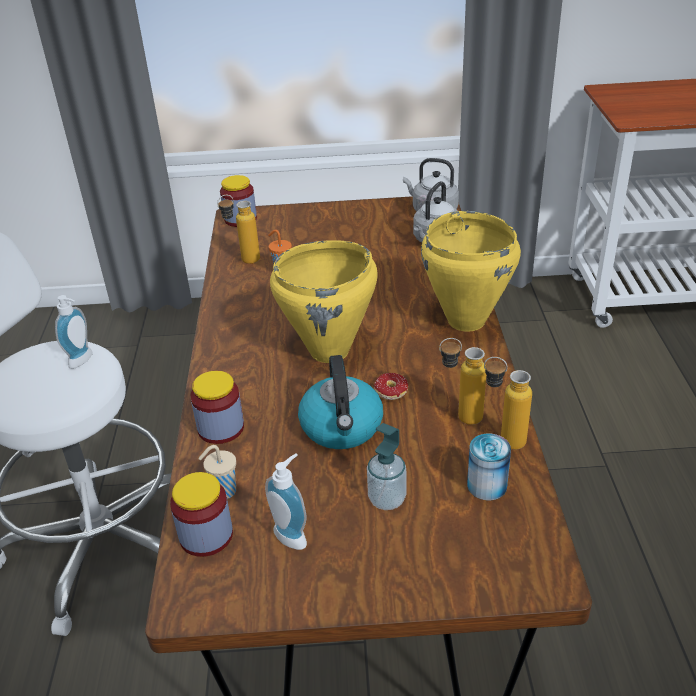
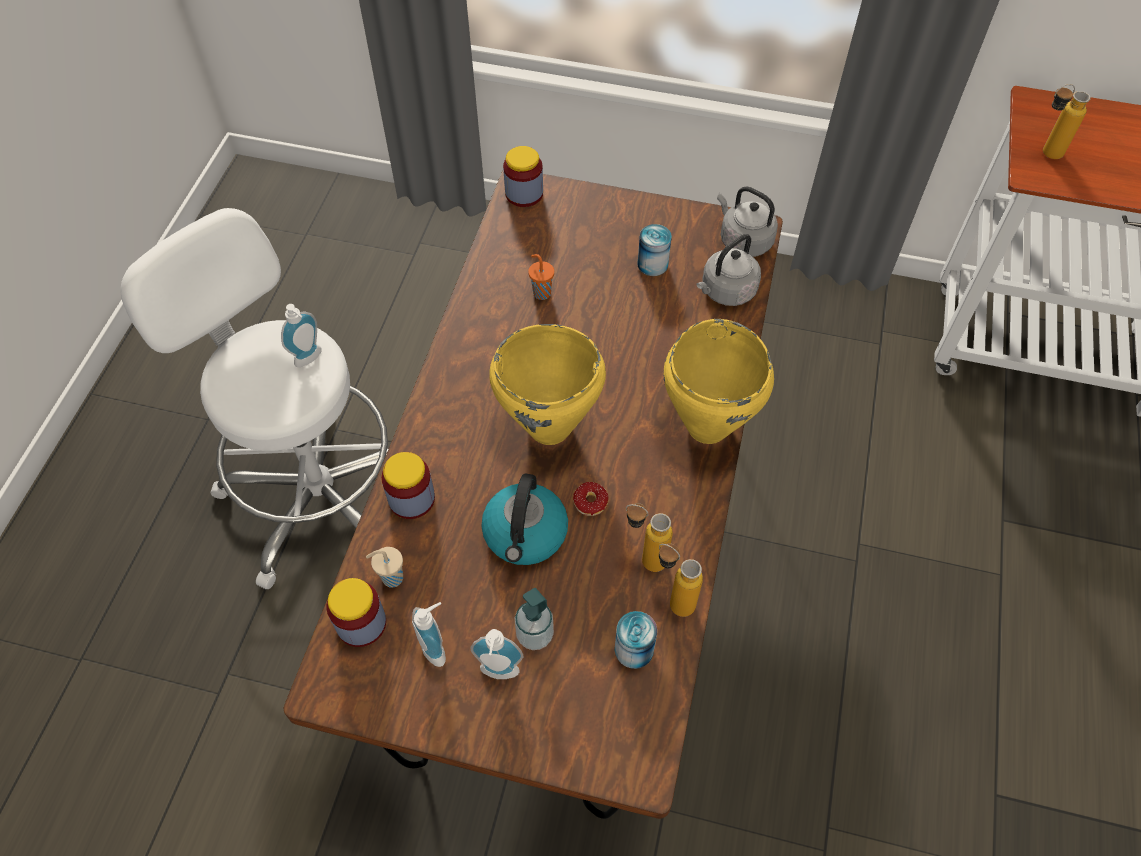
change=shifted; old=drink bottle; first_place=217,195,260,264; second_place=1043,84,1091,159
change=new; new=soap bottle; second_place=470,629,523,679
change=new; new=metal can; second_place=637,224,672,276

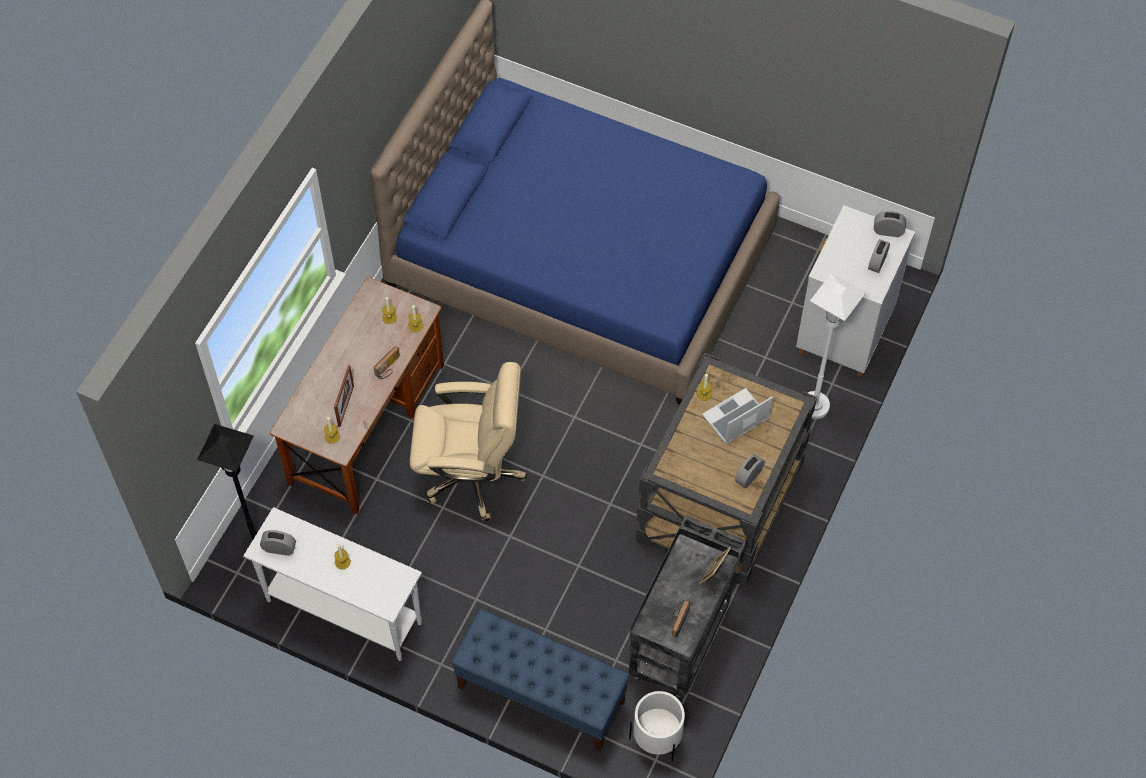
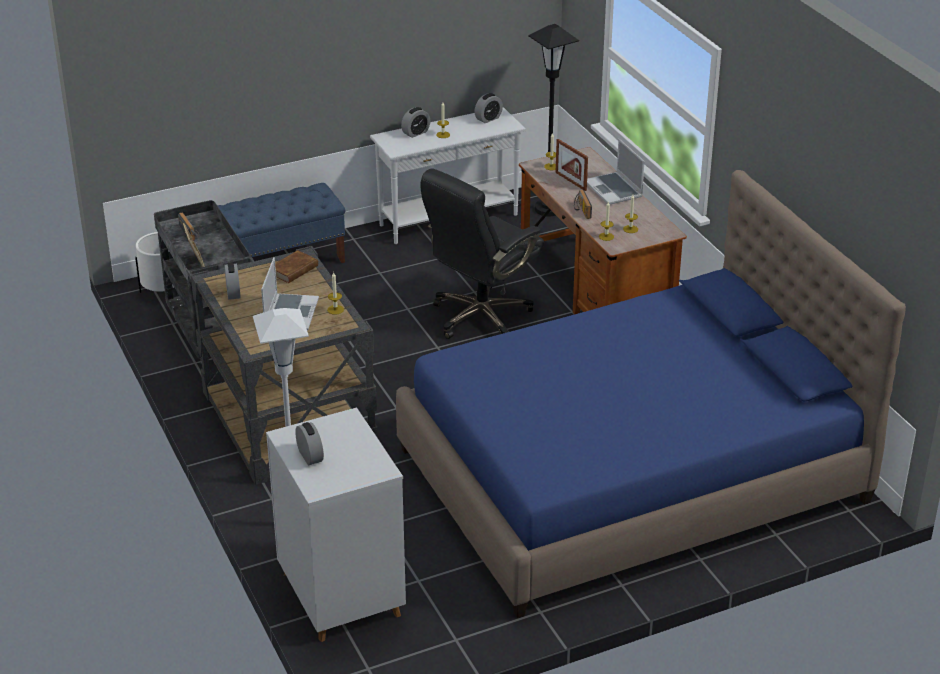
change=repainted; old=sand-coloured desk chair; new=blackish desk chair; first_place=410,362,526,521; second_place=420,168,544,339
change=shifted; old=bedside clock; first_place=874,211,906,237; second_place=401,107,430,138
change=new; new=brownish book; second_place=268,250,318,283
change=new; new=laptop; second_place=587,139,644,204

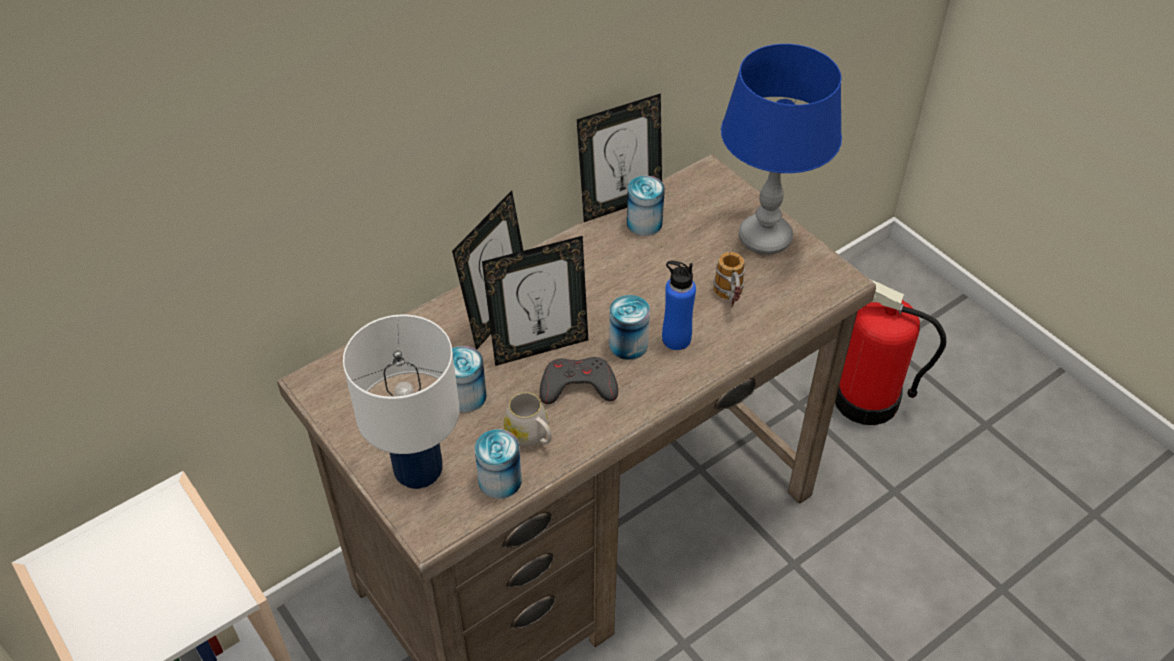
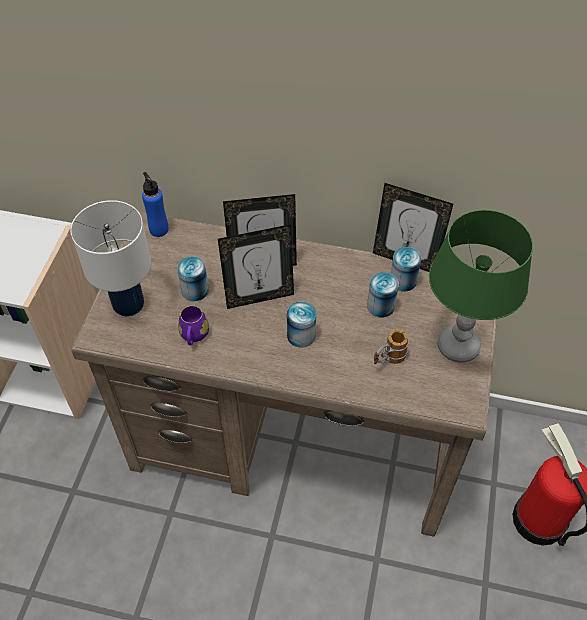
change=shifted; old=metal can; first_place=475,429,522,499; second_place=367,272,399,318
change=rotated; old=picture frame; first_place=482,236,588,366; second_place=218,224,294,309; degrees=-45
change=repainted; old=white-coloured coffee mug; new=purple-coloured coffee mug; first_place=504,392,552,447; second_place=178,306,209,345
change=gone; old=grey game controller; first_place=540,357,618,404
change=shifted; old=bluish drink bottle; first_place=662,261,696,350; second_place=142,172,169,237
change=repainted; old=bluish tabletop lamp; new=green-coloured tabletop lamp; first_place=721,44,842,255; second_place=429,210,533,363

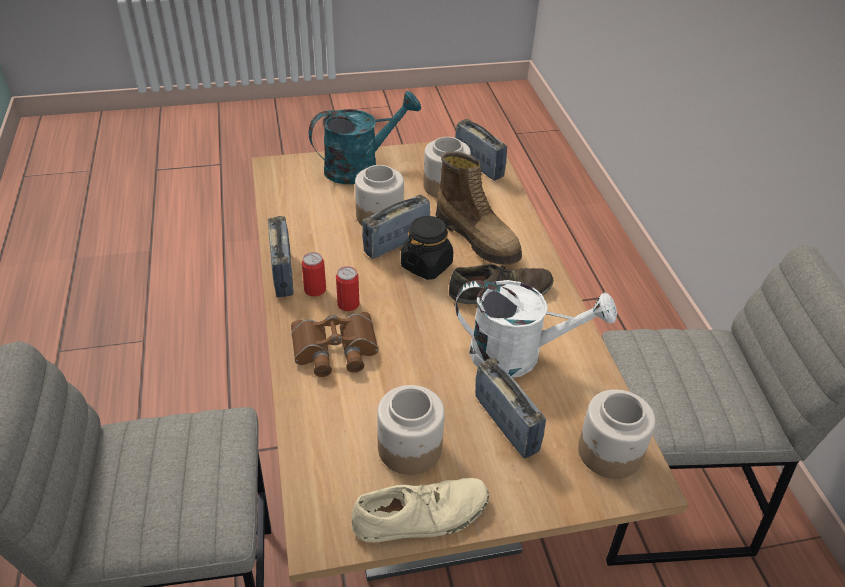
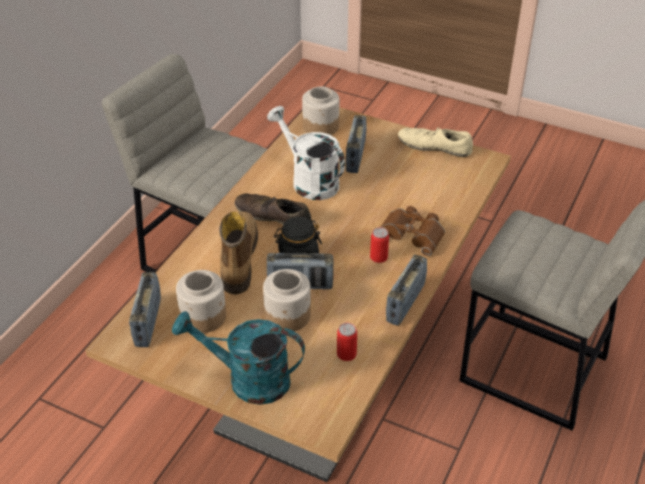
change=shifted; old=metal can; first_place=302,252,326,297; second_place=337,323,357,361
change=gone; old=preserve jar; first_place=377,385,445,475

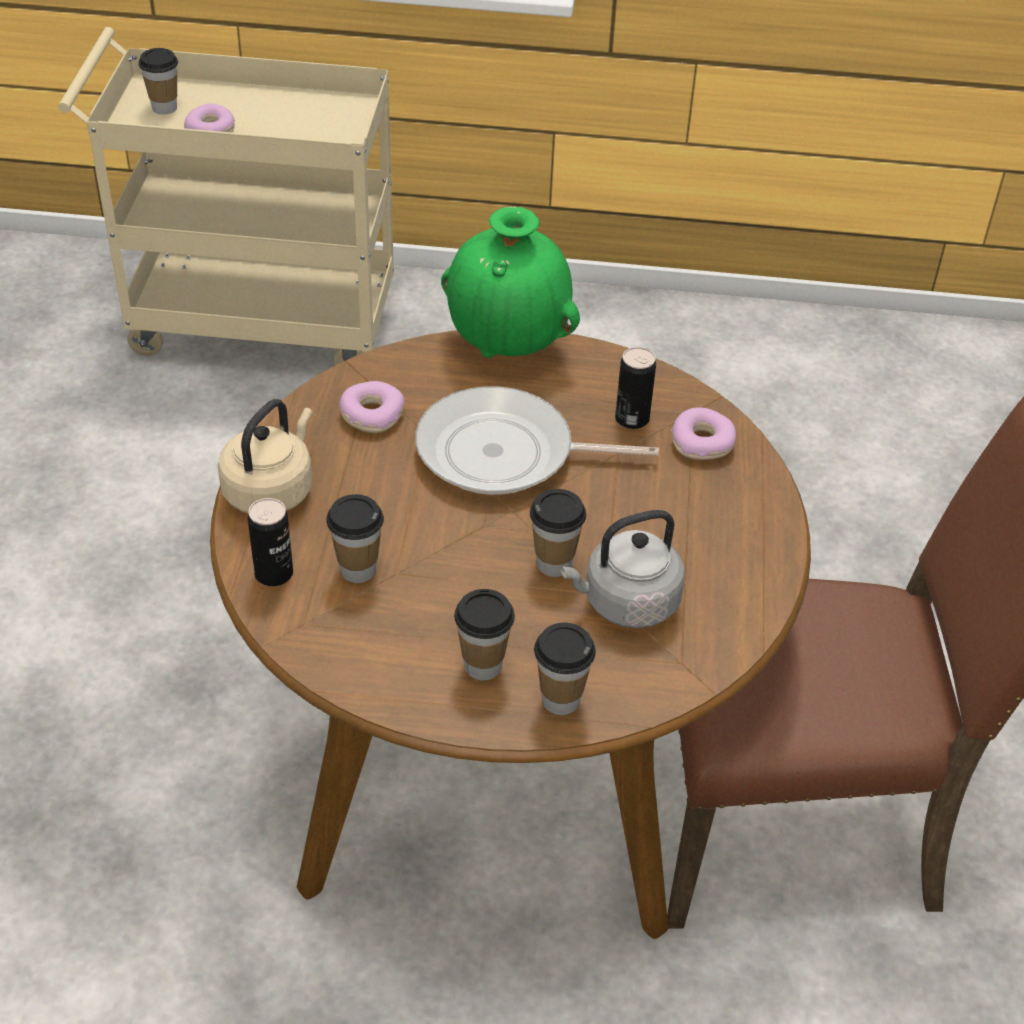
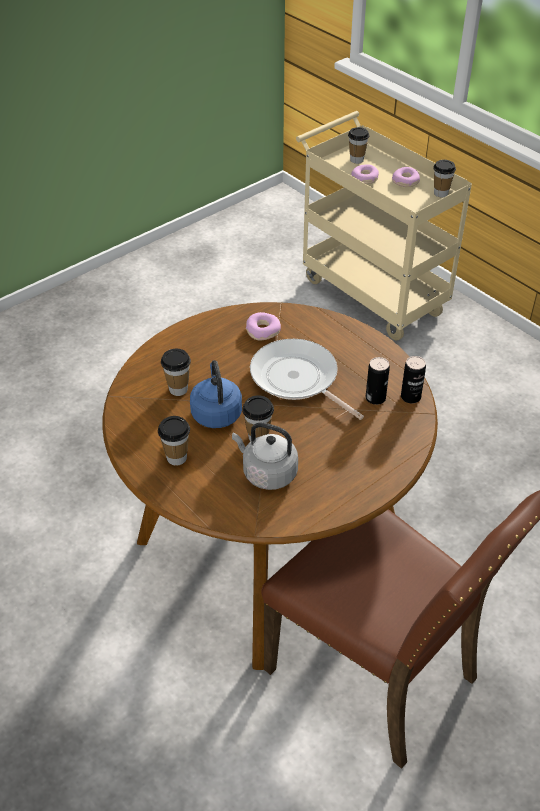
change=gone; old=sand-coloured water kettle; first_place=218,399,313,514
change=shifted; old=metal can; first_place=248,498,293,586; second_place=401,356,426,403
change=gone; old=green-coloured decorative vase; first_place=441,206,580,358
change=shifted; old=cup; first_place=534,623,596,715; second_place=433,160,456,198
change=shifted; old=ring doughnut; first_place=671,407,736,460; second_place=392,167,420,187
change=new; new=bluish water kettle; second_place=190,360,242,428

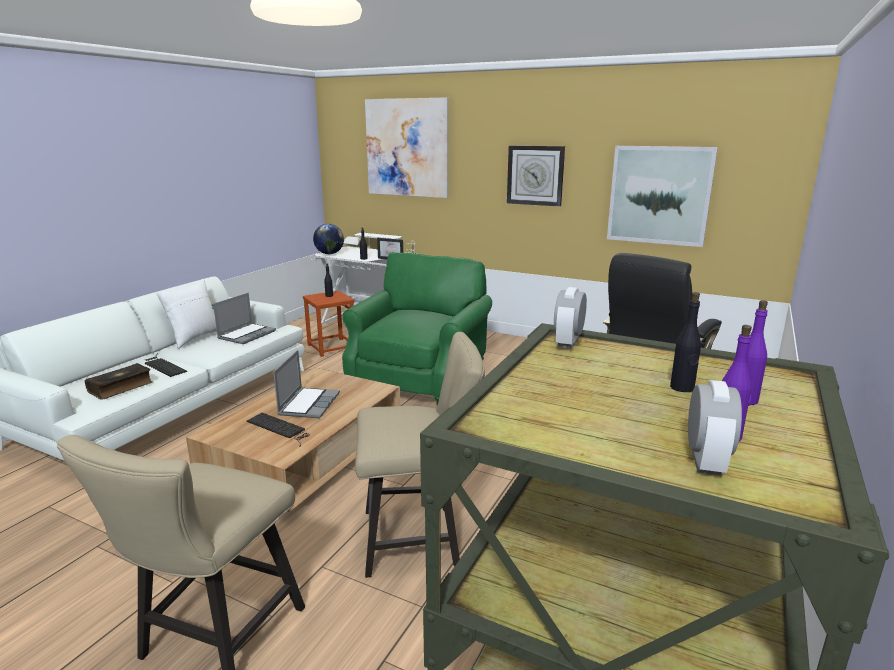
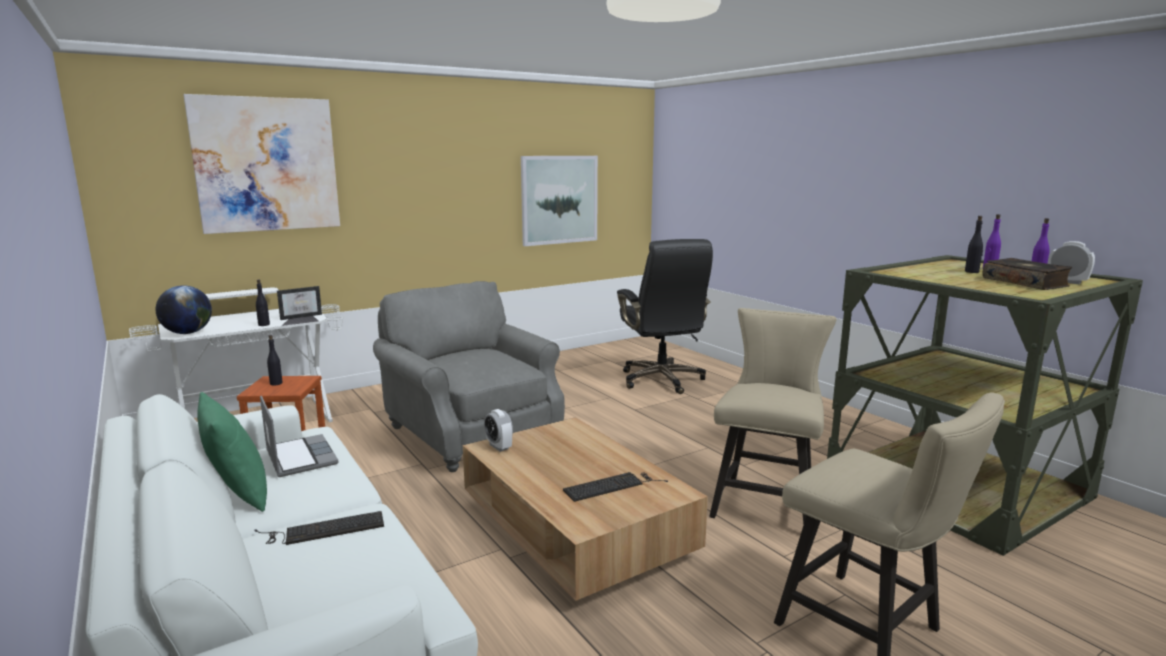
change=shifted; old=book; first_place=85,363,153,400; second_place=983,258,1072,290
change=repainted; old=white-coloured cushion; new=green-coloured cushion; first_place=156,279,217,349; second_place=197,392,267,512
change=gone; old=laptop; first_place=273,350,340,418
change=repainted; old=green-coloured armchair; new=grey armchair; first_place=342,253,492,406; second_place=373,281,565,472
change=gone; old=wall clock; first_place=507,145,565,207
change=shifted; old=bedside clock; first_place=554,287,587,348; second_place=484,409,513,452

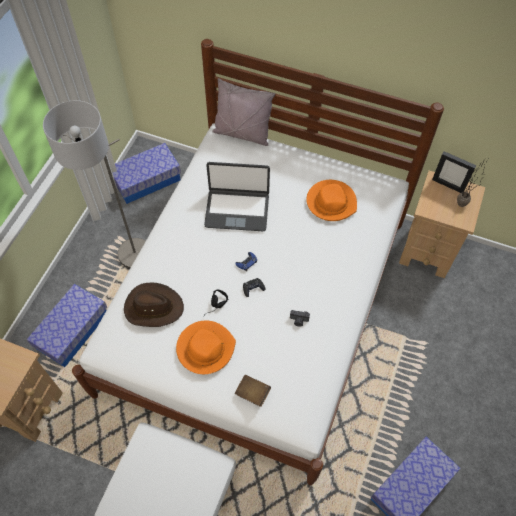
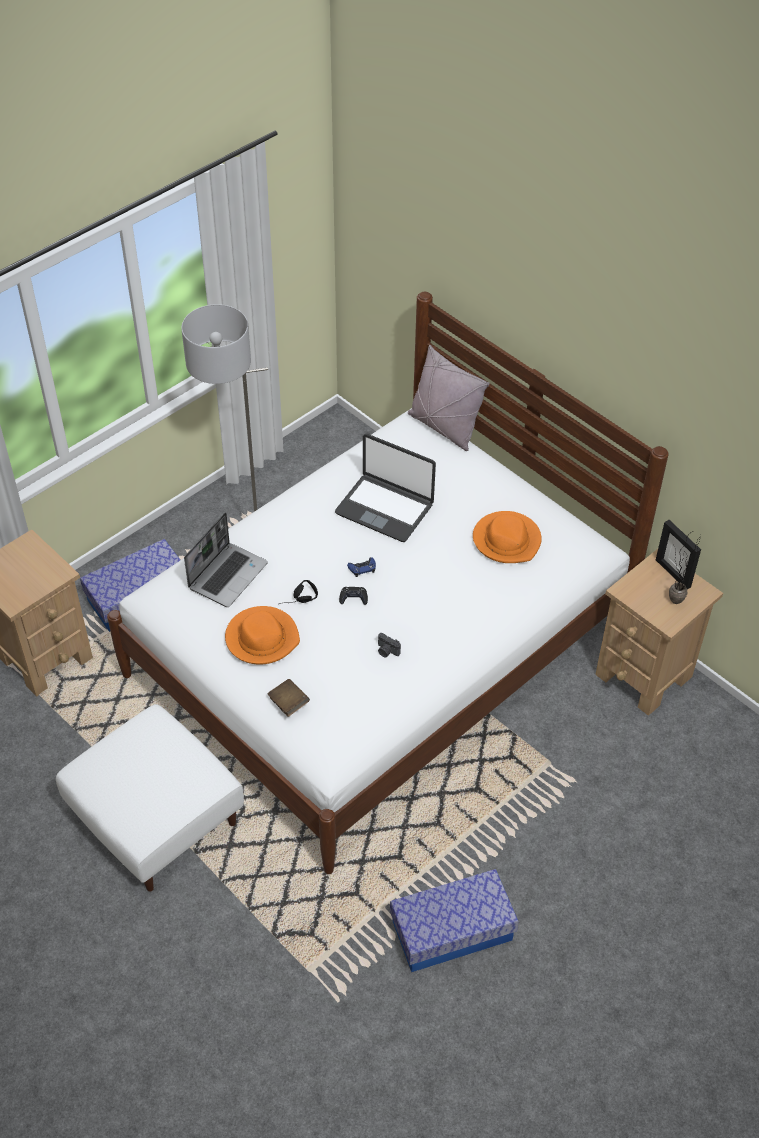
change=gone; old=storage bin; first_place=113,143,181,204
change=swapped; old=brownish wearable hat; new=laptop; first_place=124,283,184,327; second_place=184,512,268,607

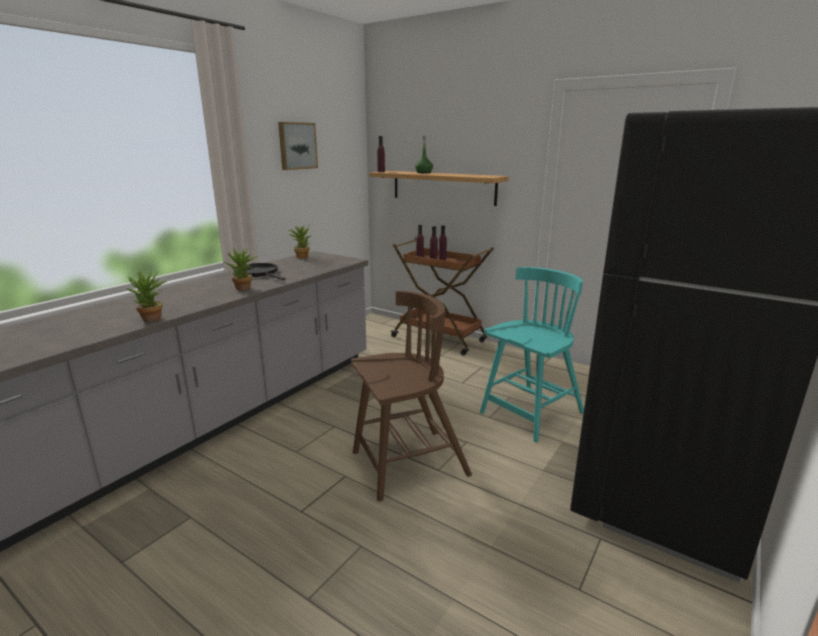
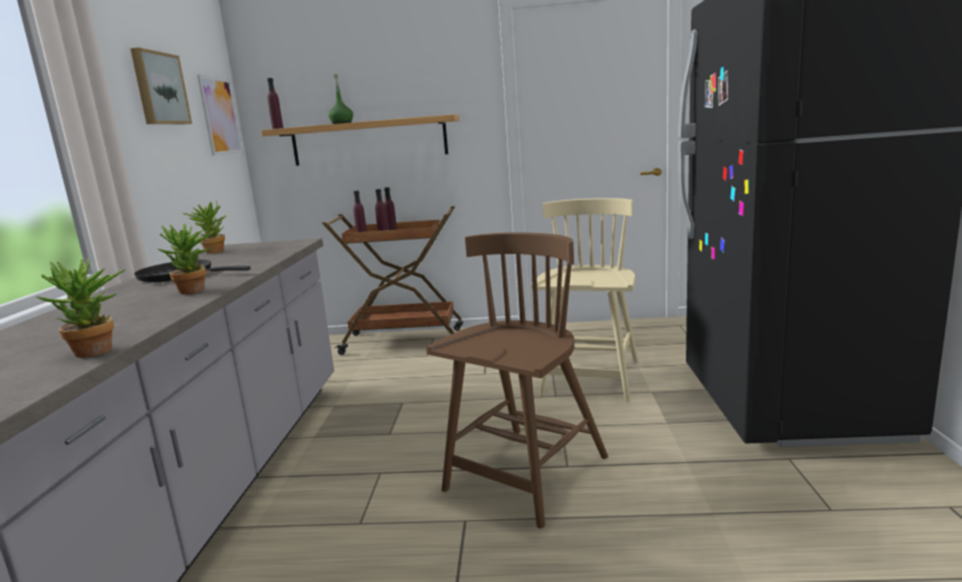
change=repainted; old=turquoise-coloured upright chair; new=sand-coloured upright chair; first_place=480,267,584,442; second_place=531,198,638,402
change=new; new=wall art; second_place=197,75,243,156

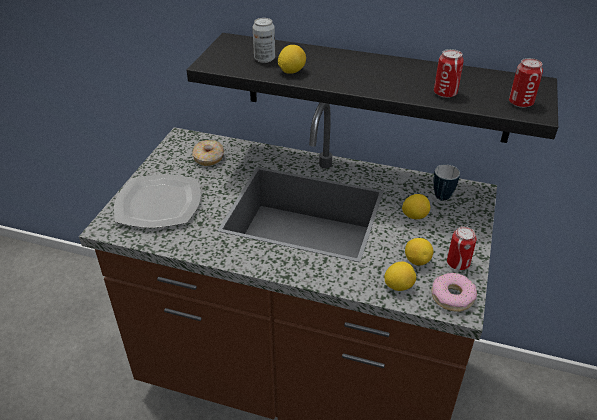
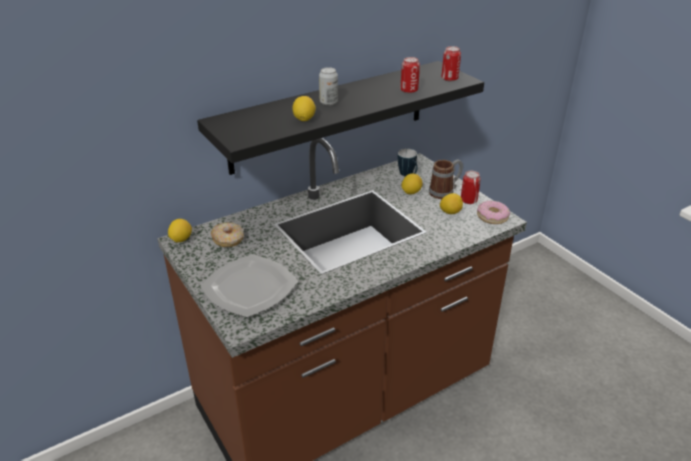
change=shifted; old=metal can; first_place=253,18,275,63; second_place=319,67,338,105
change=shifted; old=lemon; first_place=384,262,416,291; second_place=168,219,192,242
change=new; new=coffee mug; second_place=429,159,463,199

